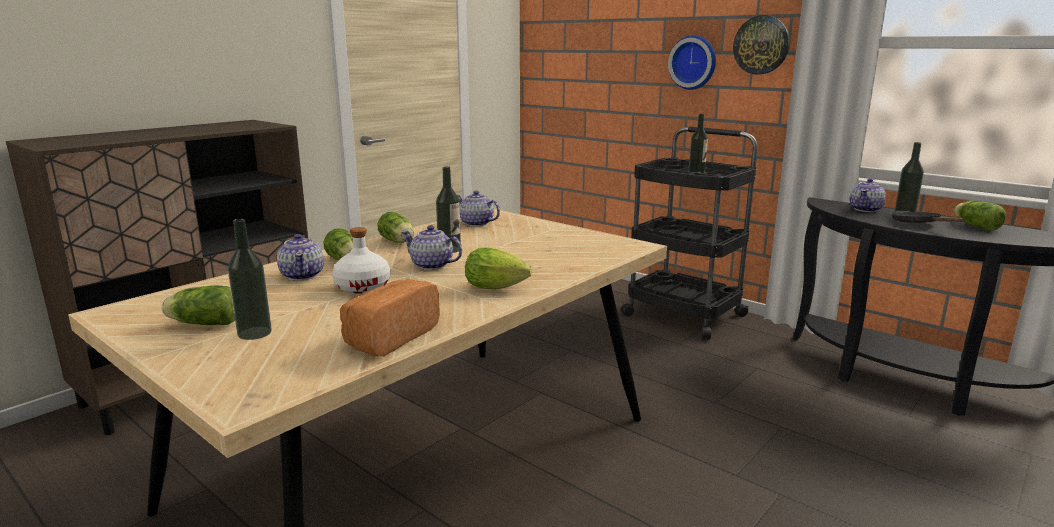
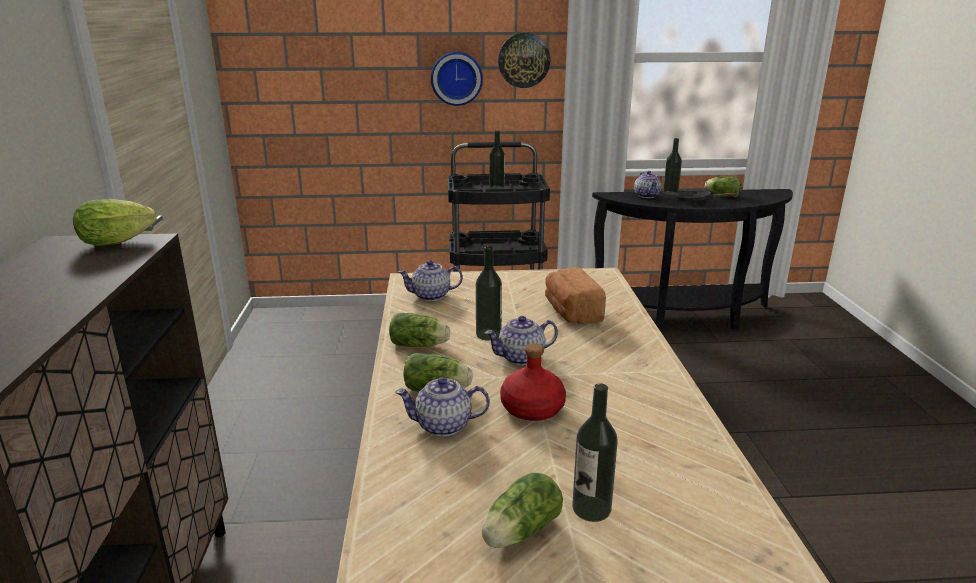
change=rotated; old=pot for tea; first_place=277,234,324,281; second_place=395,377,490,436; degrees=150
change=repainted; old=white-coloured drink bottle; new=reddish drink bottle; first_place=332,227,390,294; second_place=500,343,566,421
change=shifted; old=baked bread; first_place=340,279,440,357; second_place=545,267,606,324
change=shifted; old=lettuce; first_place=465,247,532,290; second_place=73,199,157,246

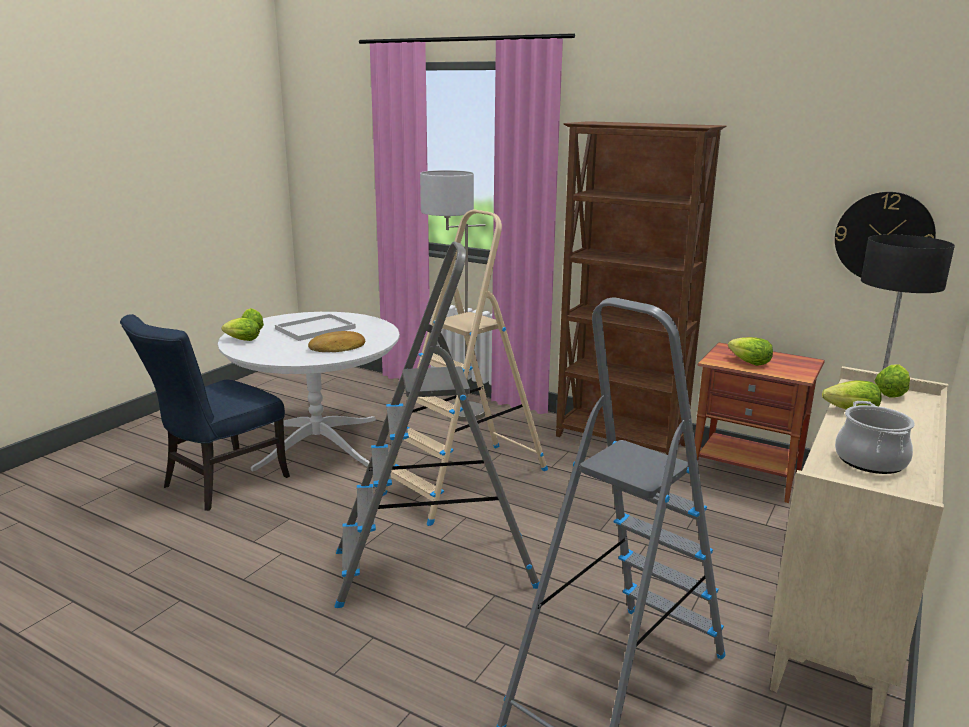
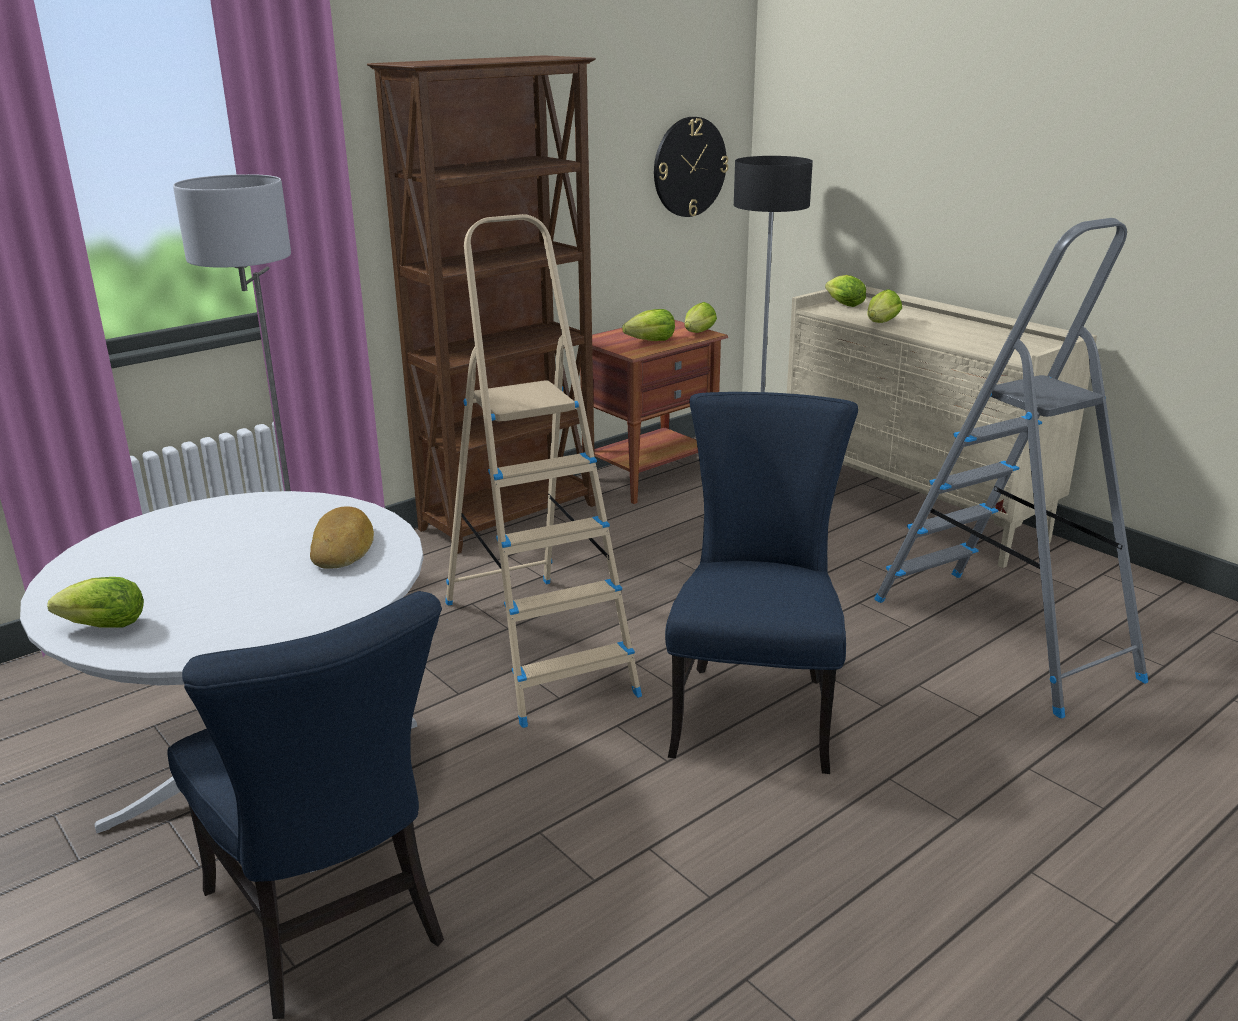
change=shifted; old=lettuce; first_place=222,318,260,341; second_place=684,302,717,333
change=gone; old=white-coloured tray; first_place=275,313,356,341
change=swapped; old=grey stepladder; new=bluish upright chair; first_place=335,241,539,608; second_place=665,392,858,774
change=gone; old=saucepot; first_place=835,401,915,474

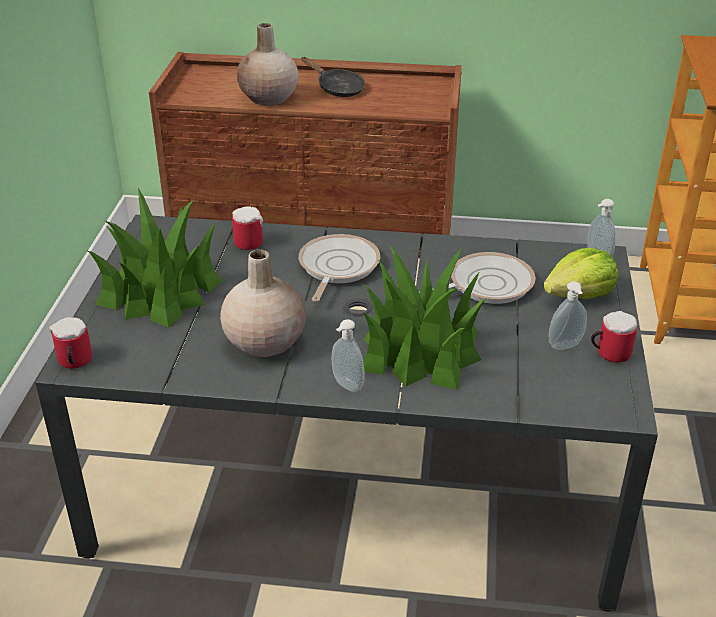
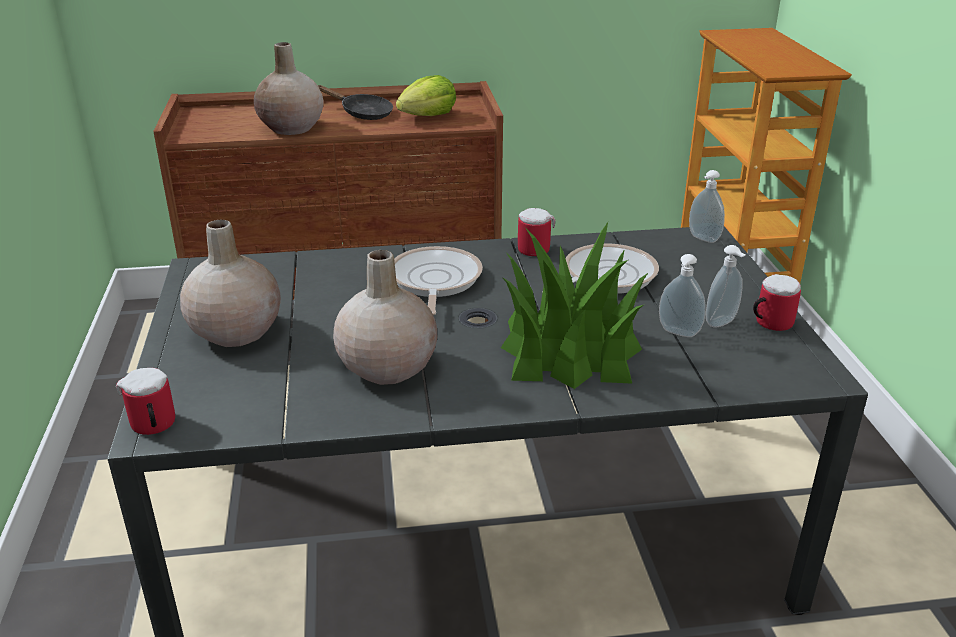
change=swapped; old=potted plant; new=sand-coloured decorative vase; first_place=86,188,223,328; second_place=180,220,281,347
change=shifted; old=coffee mug; first_place=232,206,263,250; second_place=518,208,556,256
change=shifted; old=soap bottle; first_place=332,319,365,392; second_place=659,254,706,337
change=shifted; old=lettuce; first_place=544,248,618,299; second_place=396,75,456,116

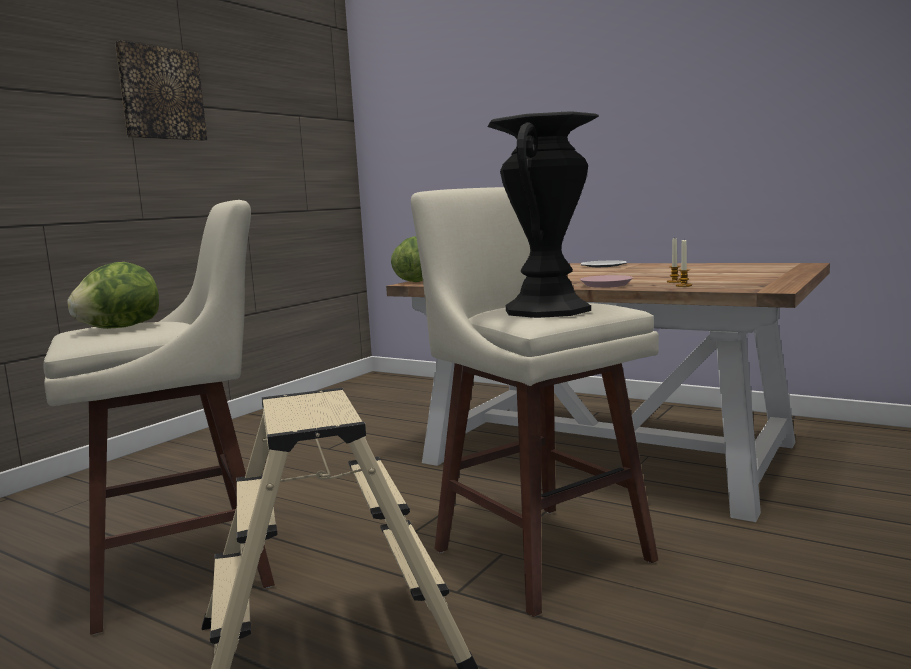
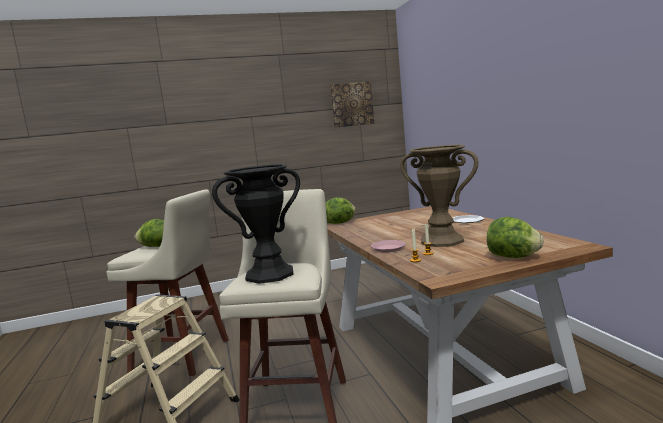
change=shifted; old=wall art; first_place=115,40,207,141; second_place=330,81,374,128
change=new; new=brownish decorative vase; second_place=400,144,479,247
change=new; new=lettuce; second_place=487,217,544,258

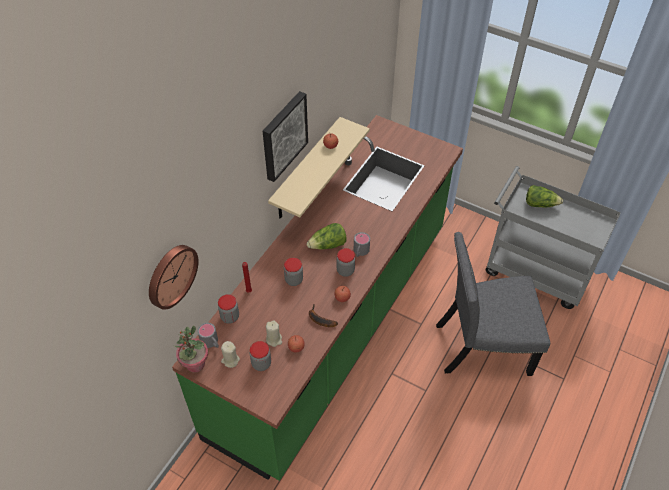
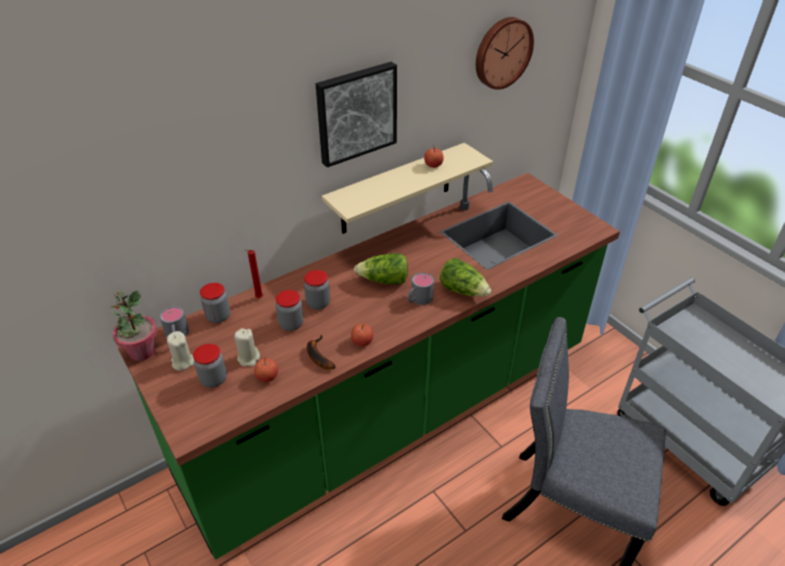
change=shifted; old=wall clock; first_place=149,245,198,310; second_place=476,17,534,90
change=shifted; old=preserve jar; first_place=337,248,355,277; second_place=276,290,304,331
change=shifted; old=lettuce; first_place=526,185,563,207; second_place=440,258,491,297

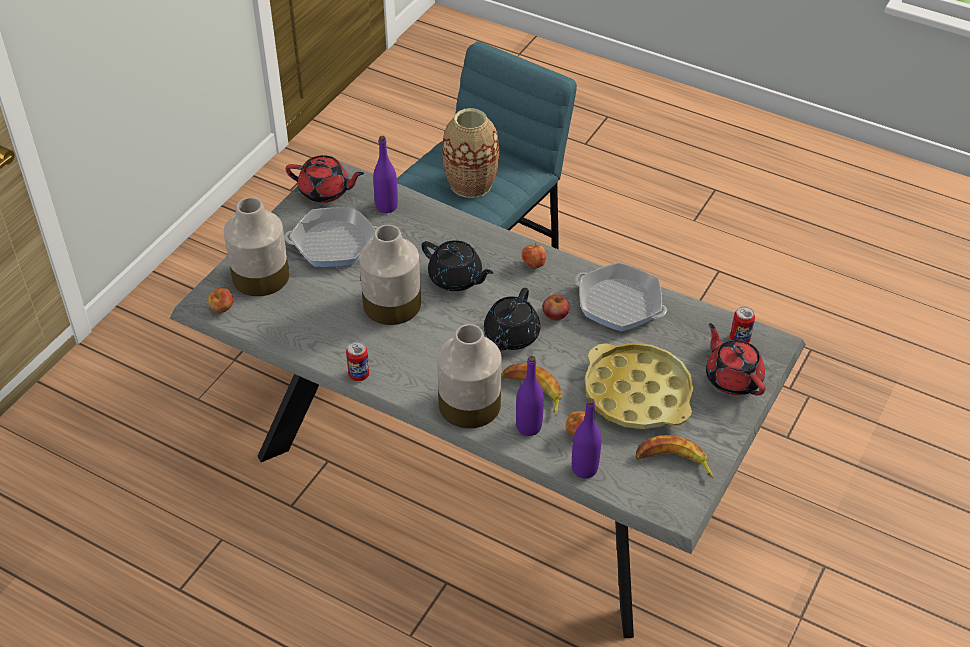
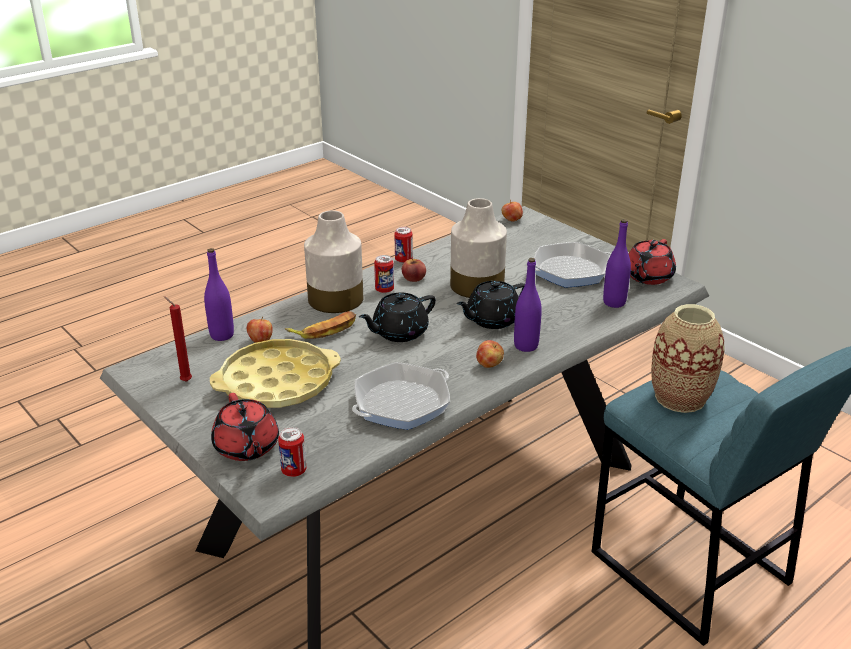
change=gone; old=sand-coloured decorative vase; first_place=224,197,289,296
change=rotated; old=pan; first_place=284,207,378,267; second_place=534,242,612,288; degrees=-120
change=rotated; old=blackish pot for tea; first_place=484,288,540,350; second_place=359,293,436,342; degrees=-75
change=shifted; old=purple-coloured drink bottle; first_place=516,356,544,436; second_place=514,258,542,352
change=shifted; old=whole apple; first_place=543,294,569,321; second_place=402,259,426,282
change=swapped; old=banana fruit; new=reddish wax candle; first_place=636,435,714,478; second_place=164,296,192,382
change=rotated; old=reddish pot for tea; first_place=706,323,765,396; second_place=211,393,279,461; degrees=75
change=new; new=metal can; second_place=374,255,394,293

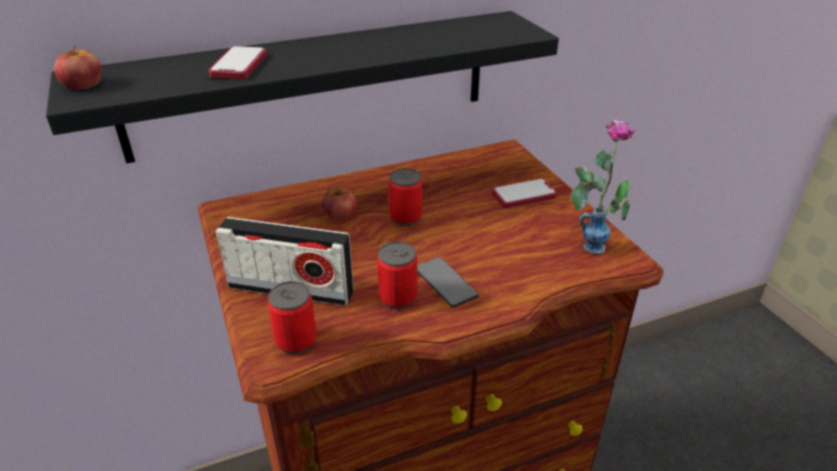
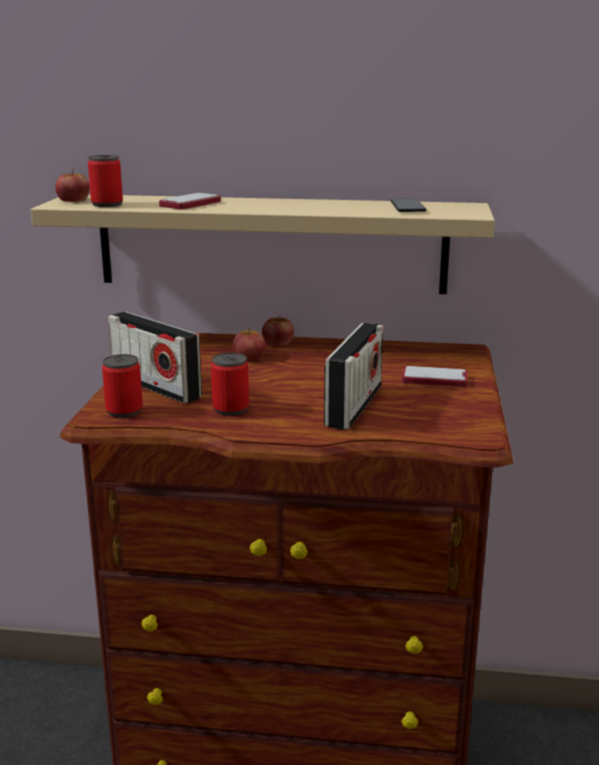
change=repainted; old=blackish shelf; new=sand-coloured shelf; first_place=46,11,559,164; second_place=31,194,495,294
change=shifted; old=metal can; first_place=389,168,422,226; second_place=88,155,123,207
change=shifted; old=phone; first_place=417,257,479,308; second_place=391,199,426,212
change=gone; old=decorative vase; first_place=571,120,635,254
change=new; new=whole apple; second_place=262,314,294,346
change=new; new=radio set; second_place=324,323,383,430

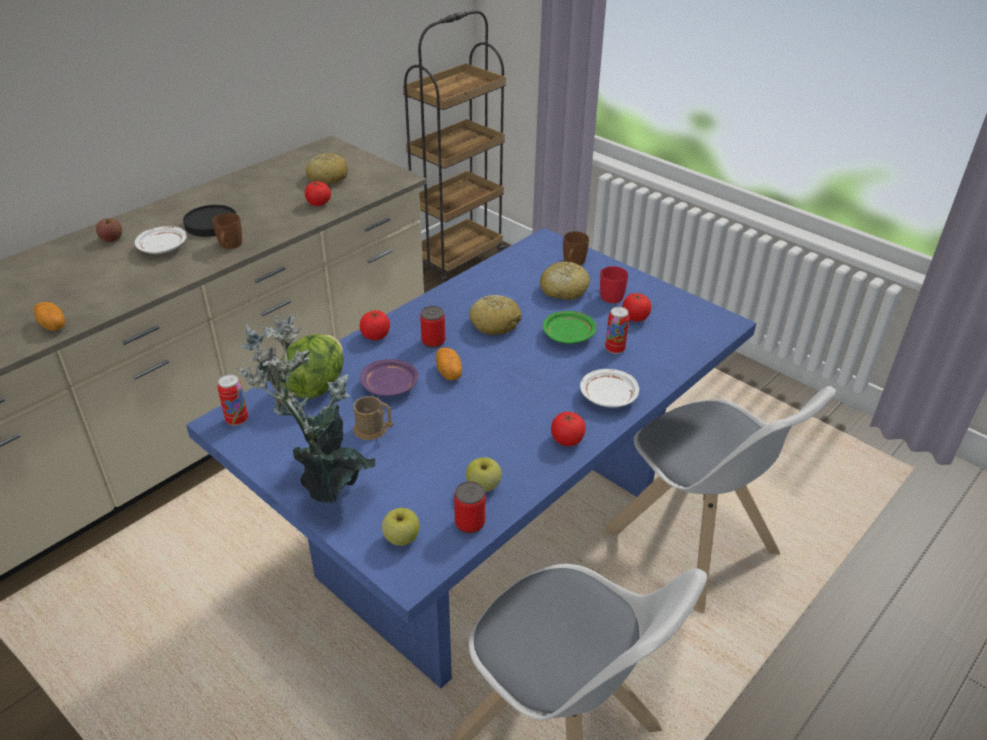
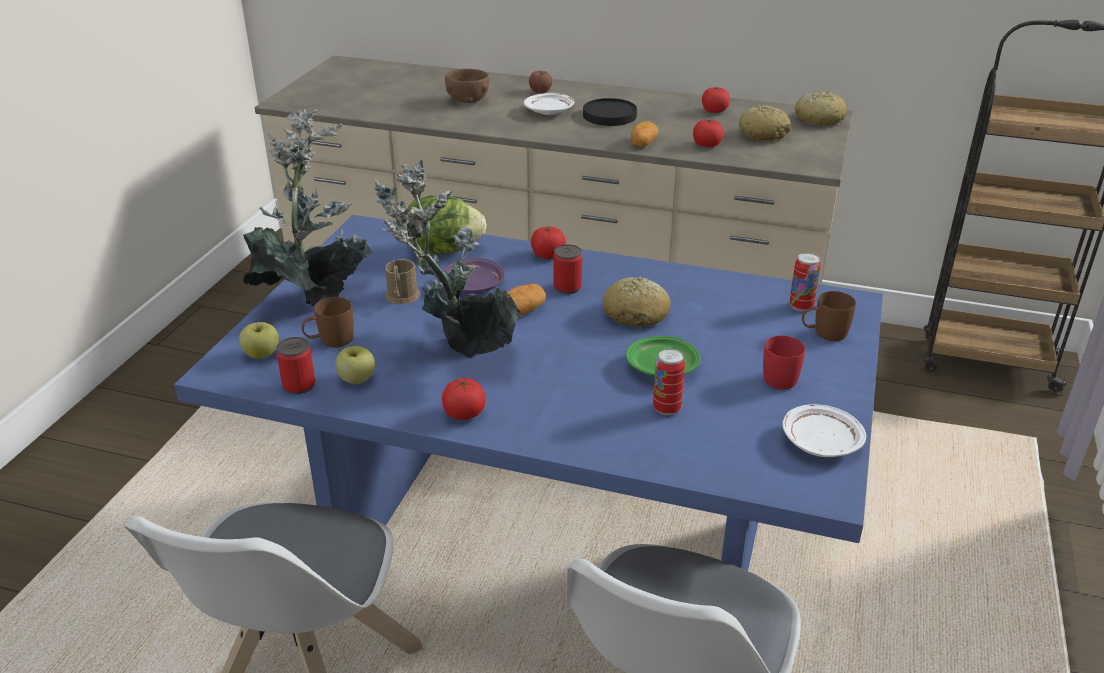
change=shifted; old=whole potato; first_place=34,302,65,331; second_place=631,121,658,147
change=shifted; old=brownish coffee mug; first_place=213,213,242,249; second_place=302,297,354,348
change=shifted; old=metal can; first_place=218,374,248,426; second_place=789,253,821,311
change=shifted; old=baked bread; first_place=540,262,590,300; second_place=795,91,847,126
change=shifted; old=white-coloured plate; first_place=580,369,639,408; second_place=782,404,866,457
change=shifted; old=tomato; first_place=622,293,651,322; second_place=702,86,730,113
change=new; new=potted plant; second_place=375,160,520,357
change=new; new=brownish bowl; second_place=445,69,489,103

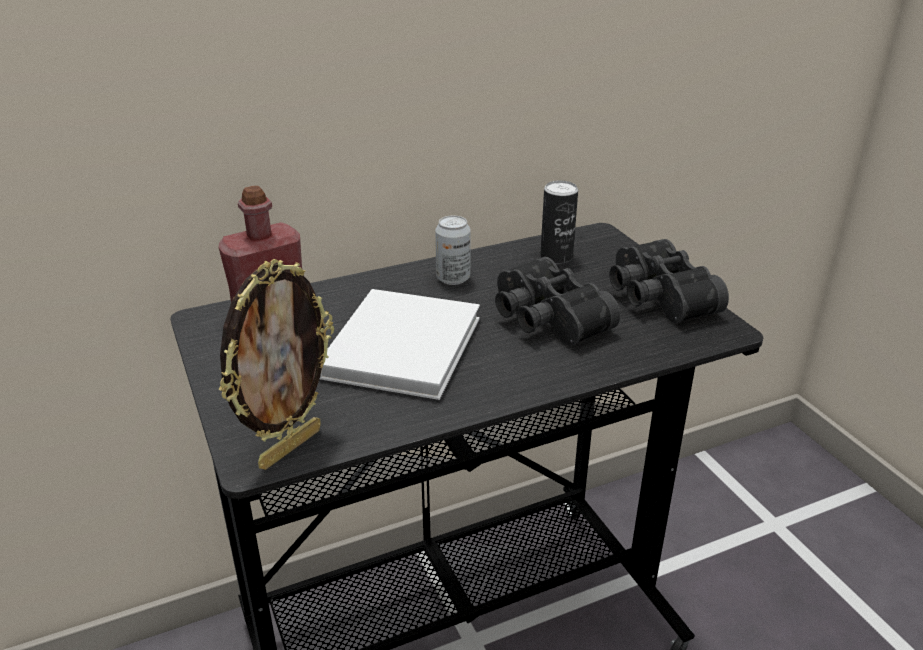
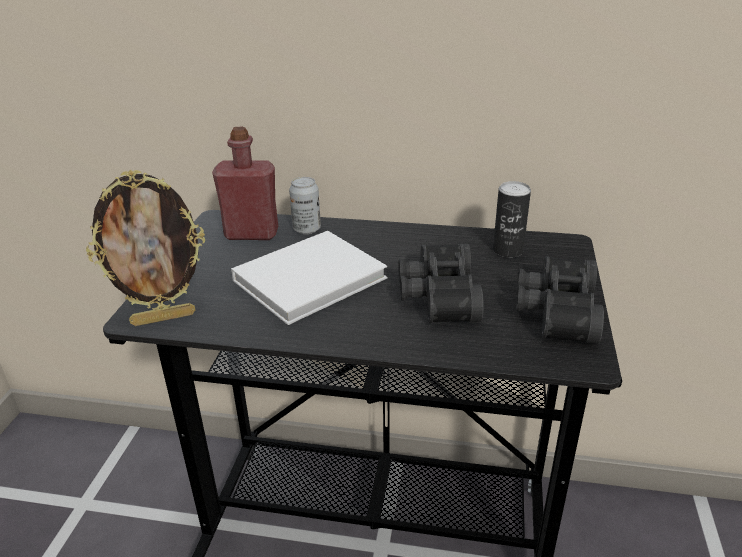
change=shifted; old=metal can; first_place=435,216,471,285; second_place=289,177,321,234

